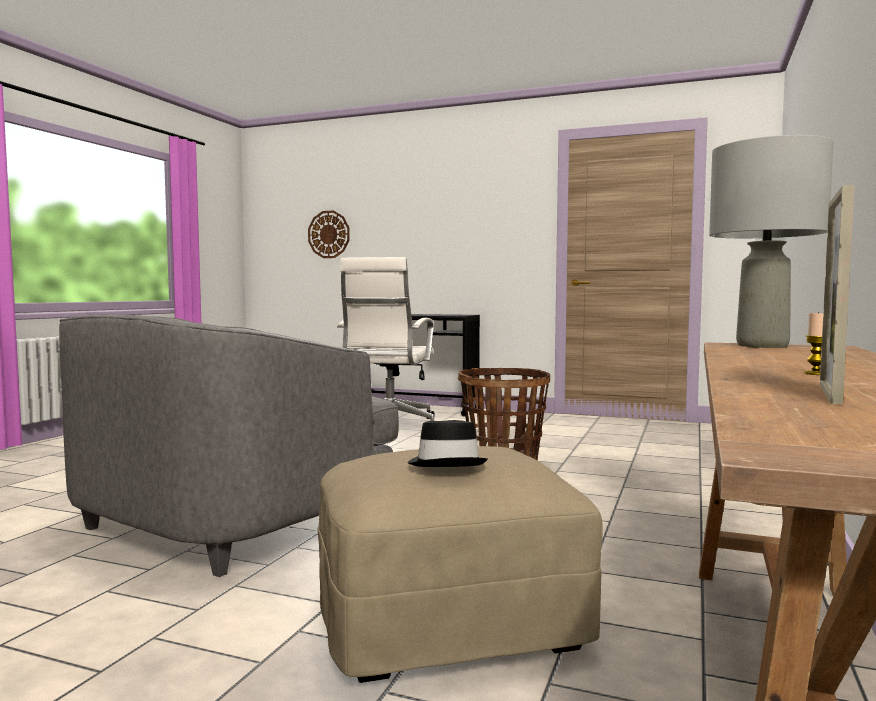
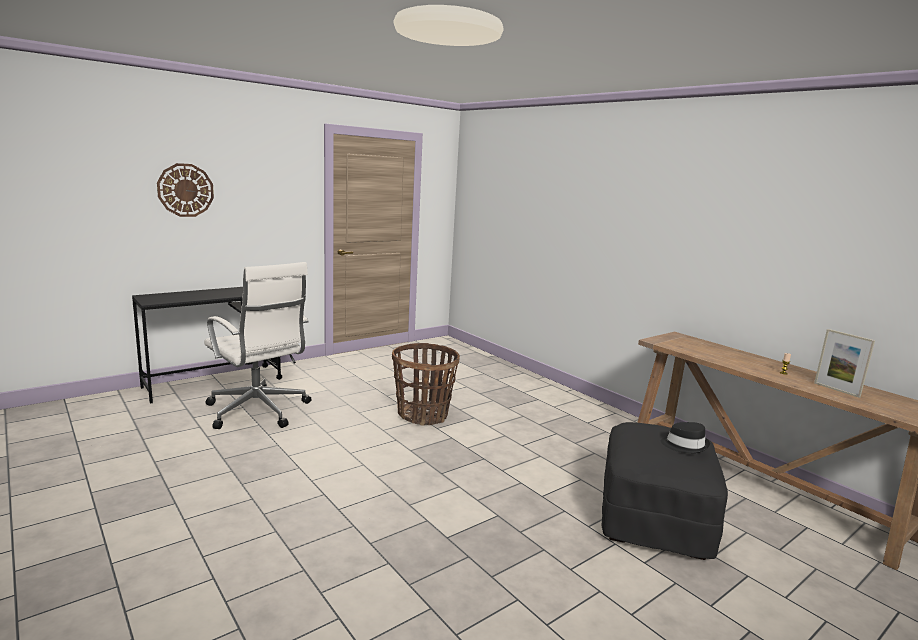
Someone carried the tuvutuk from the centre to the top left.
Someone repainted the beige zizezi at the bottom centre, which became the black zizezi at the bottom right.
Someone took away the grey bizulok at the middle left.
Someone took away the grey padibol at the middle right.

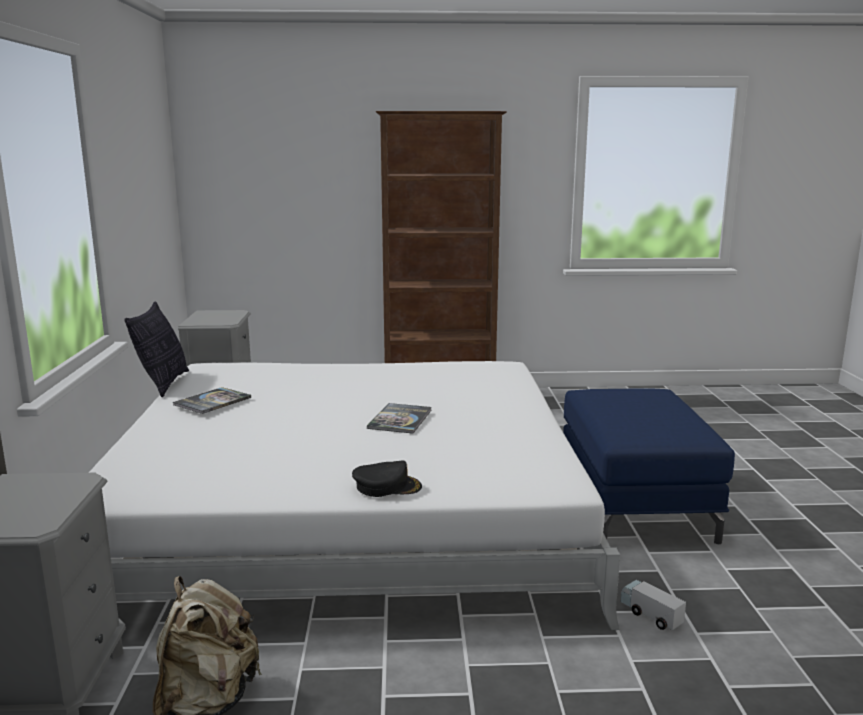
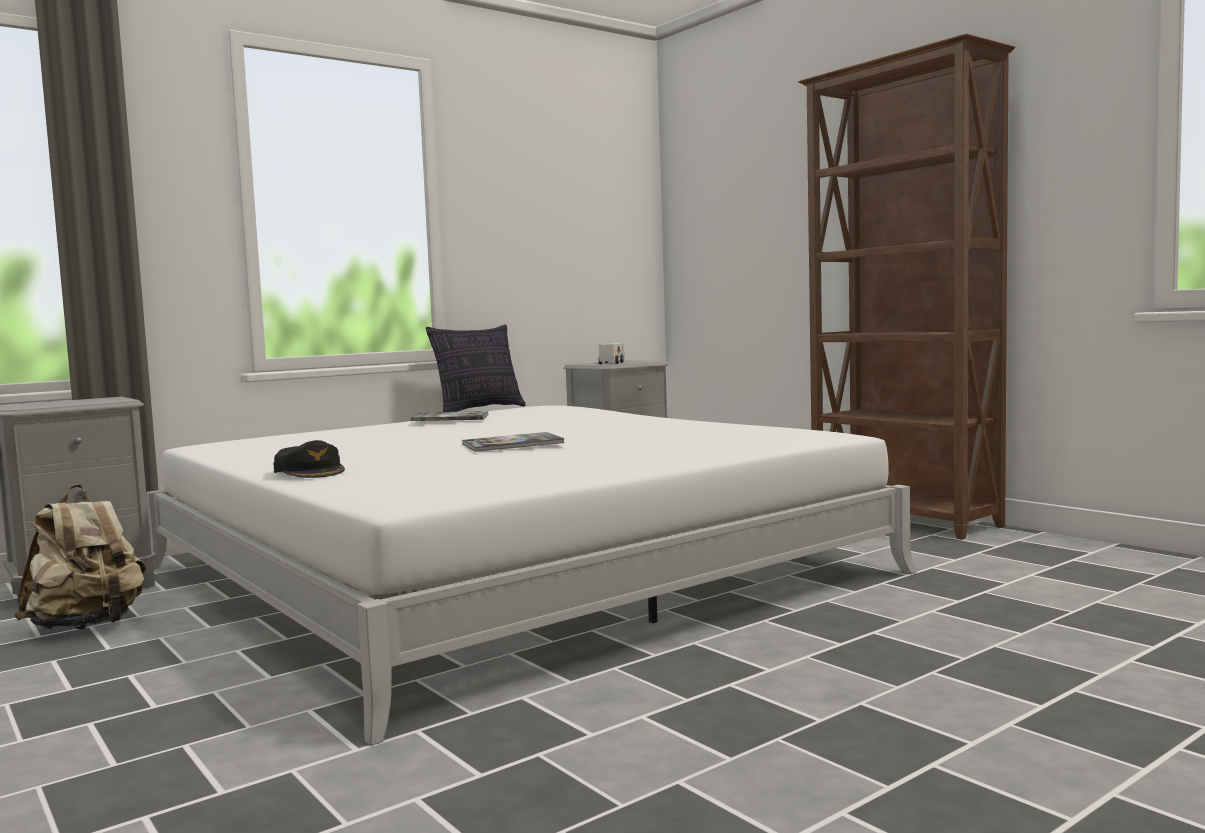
Someone carried the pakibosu from the bottom right to the centre.
Someone took away the blue zizezi at the middle right.

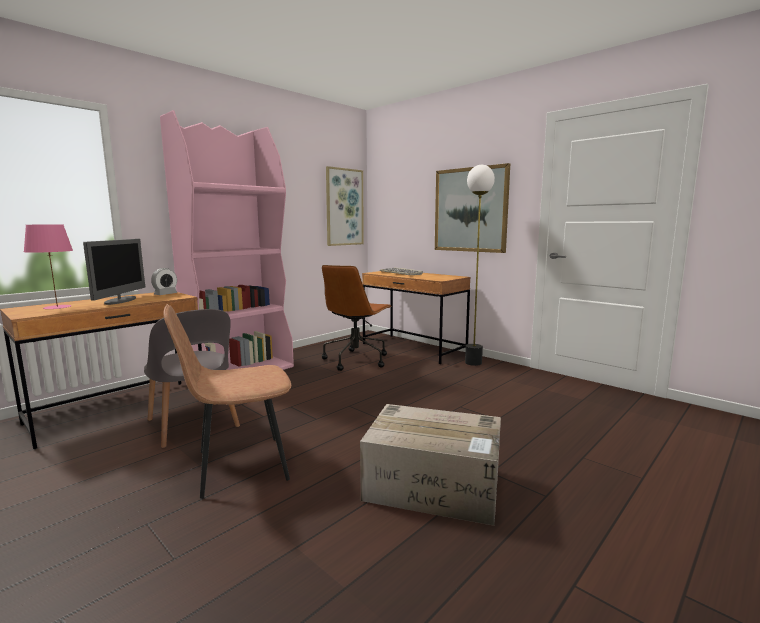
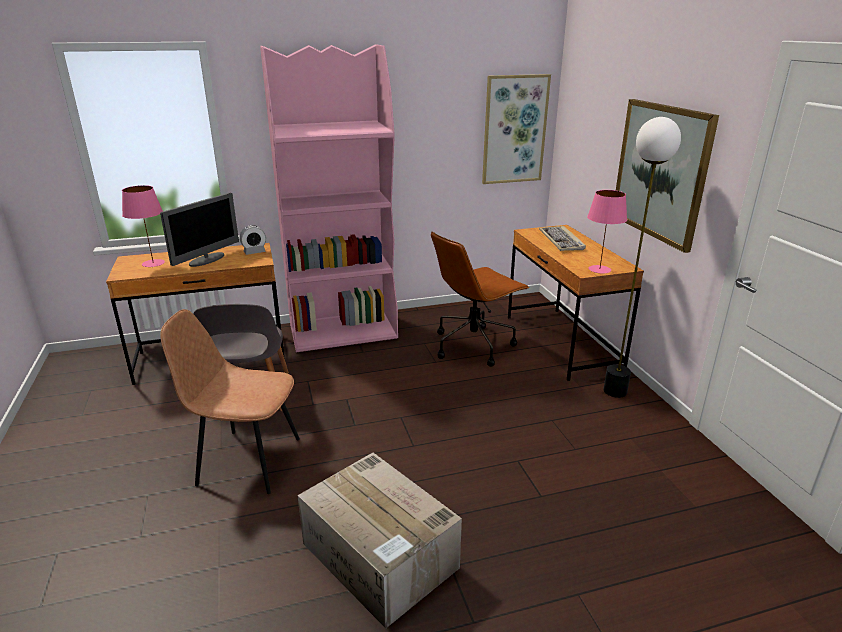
Someone put down the pink padibol (2nd from left) at the middle right.

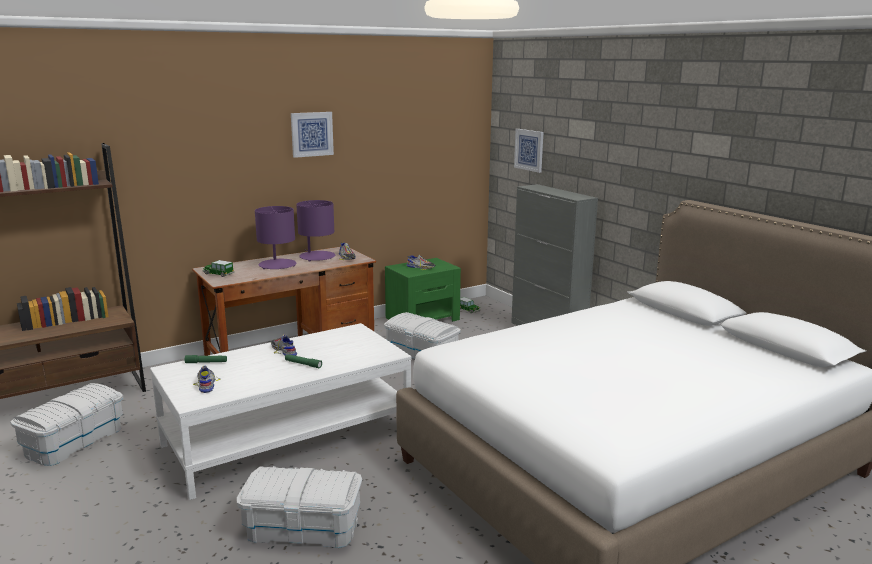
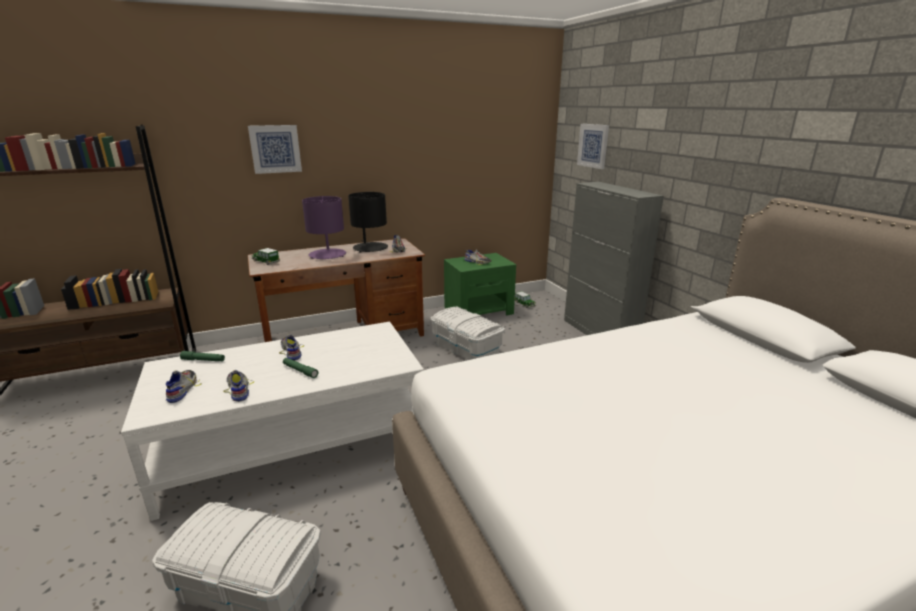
Someone put down the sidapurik (2nd from left) at the middle left.
Someone carried the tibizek (1st from left) from the top centre to the top left.
Someone repainted the purple padibol (2nd from left) at the centre, which became the black padibol at the centre.
Someone took away the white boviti (1st from left) at the bottom left.

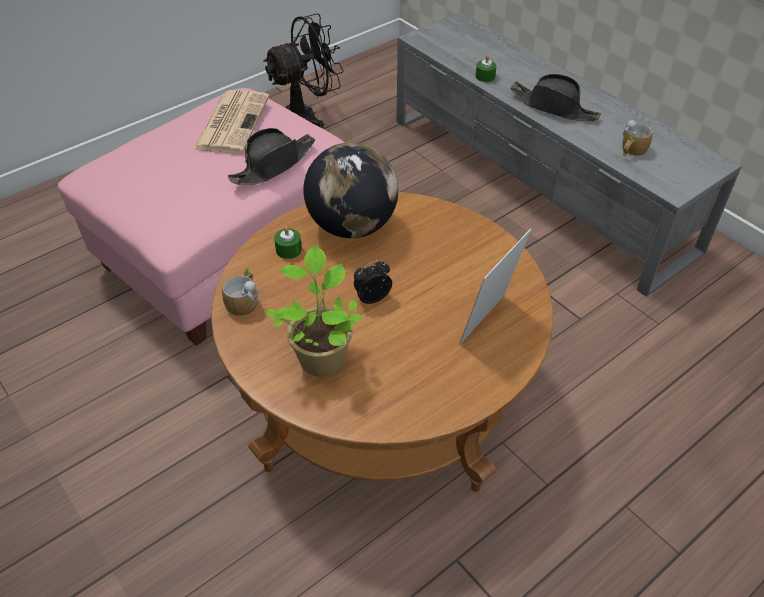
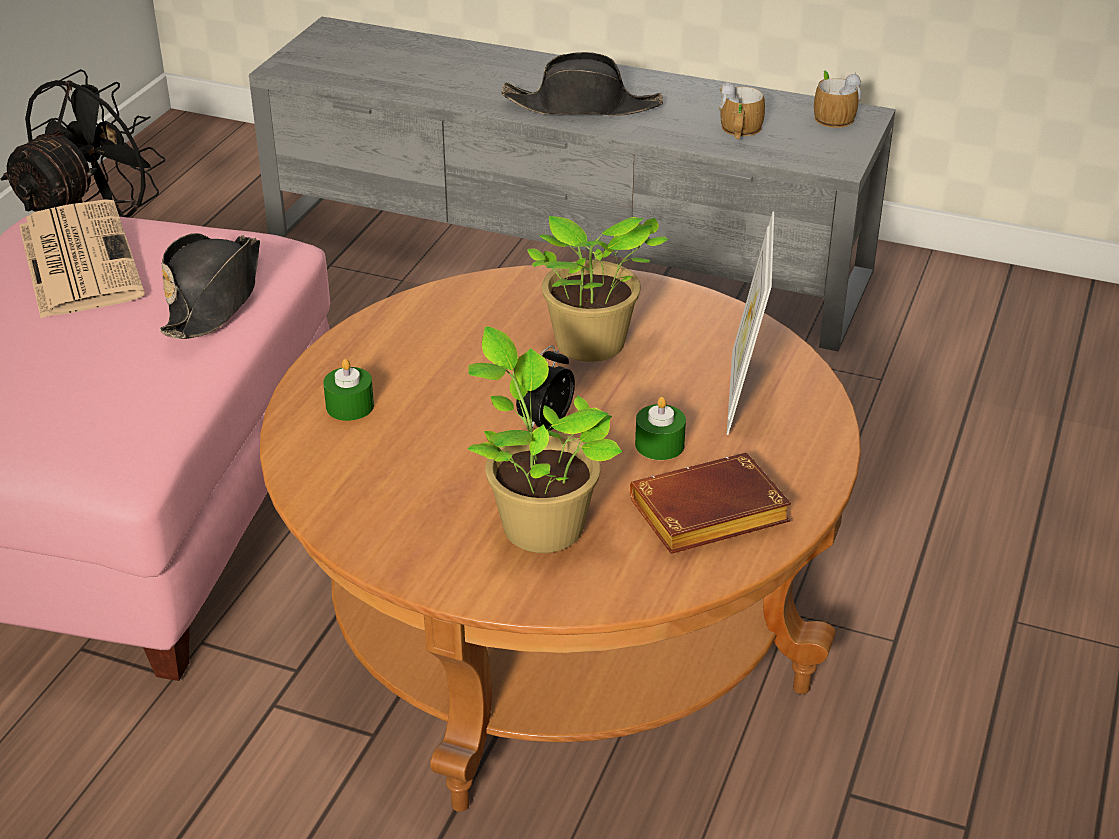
Someone put down the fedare (2nd from left) at the centre.
Someone put down the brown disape at the centre.
Someone carried the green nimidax (2nd from left) from the top centre to the centre.
Someone carried the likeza (1st from left in the first image) from the middle left to the top right.
Someone took away the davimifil at the top centre.

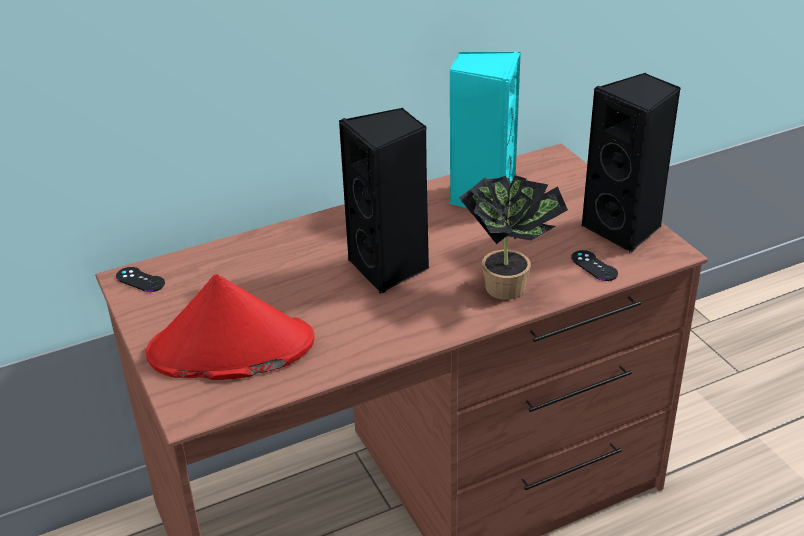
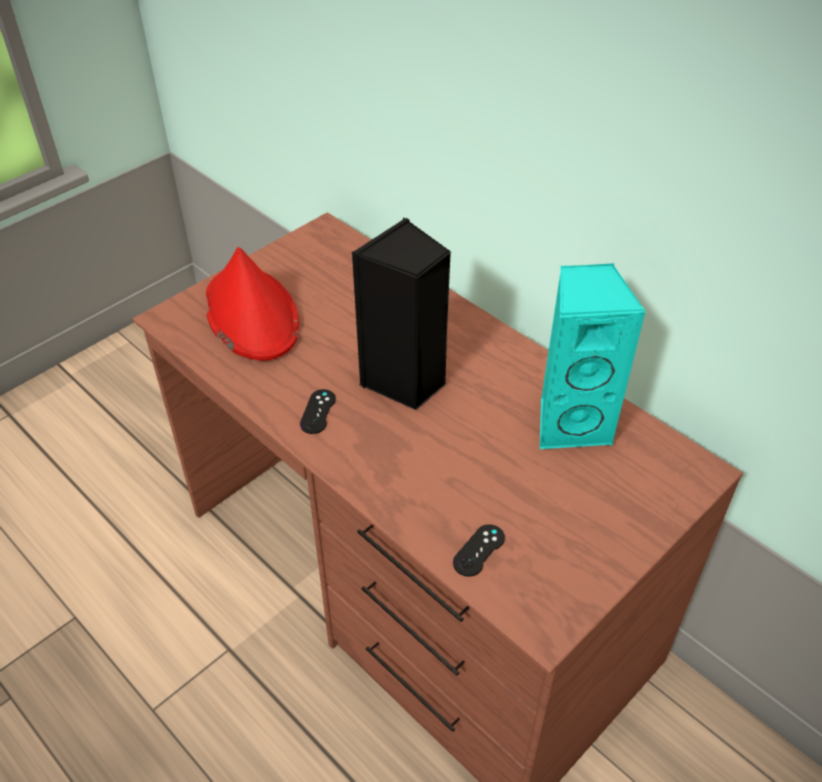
Someone carried the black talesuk (1st from left) from the middle left to the centre.
Someone took away the fedare at the centre.
Someone took away the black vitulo (2nd from left) at the top right.

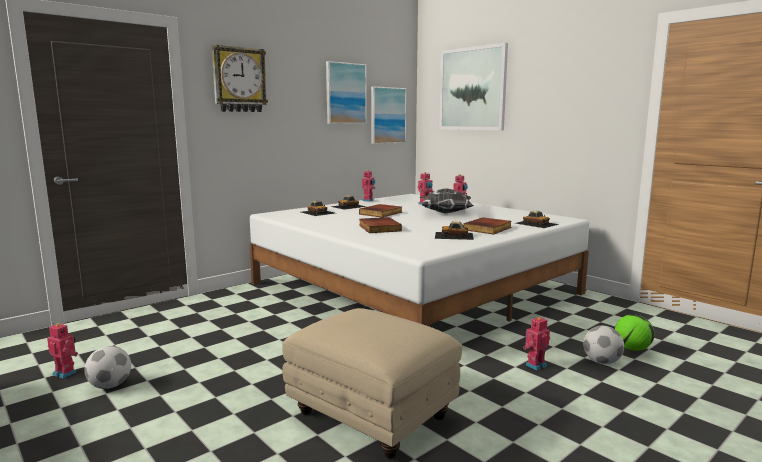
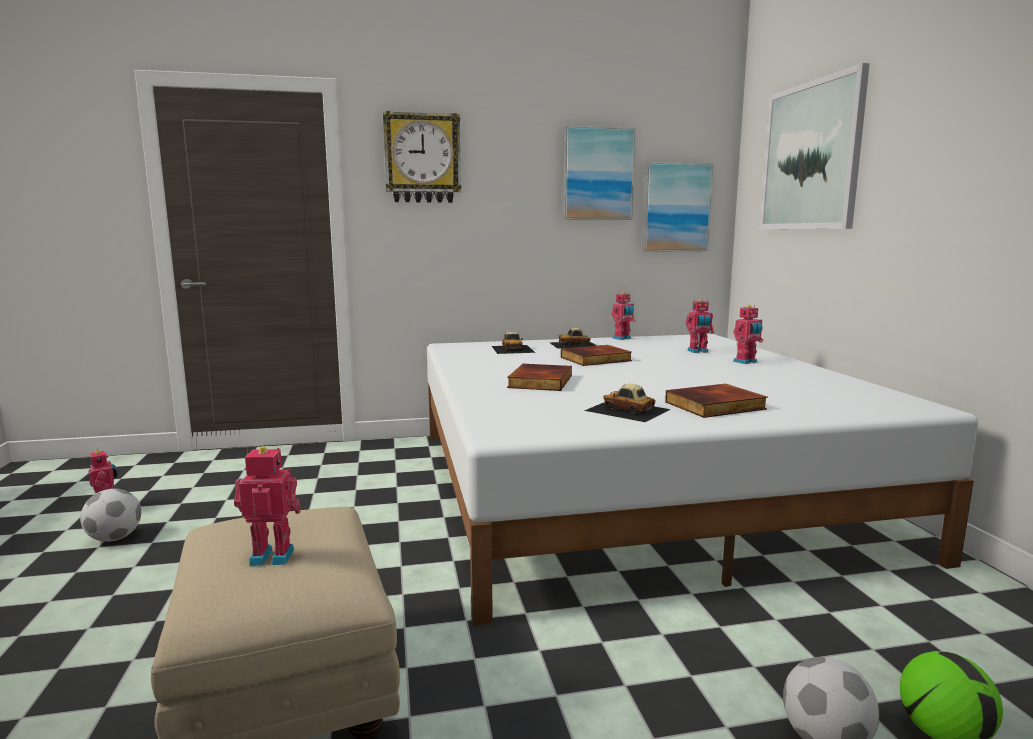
Someone carried the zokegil (5th from left in the first image) from the bottom right to the bottom left.
Someone took away the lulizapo at the centre.
Someone took away the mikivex (4th from left) at the middle right.

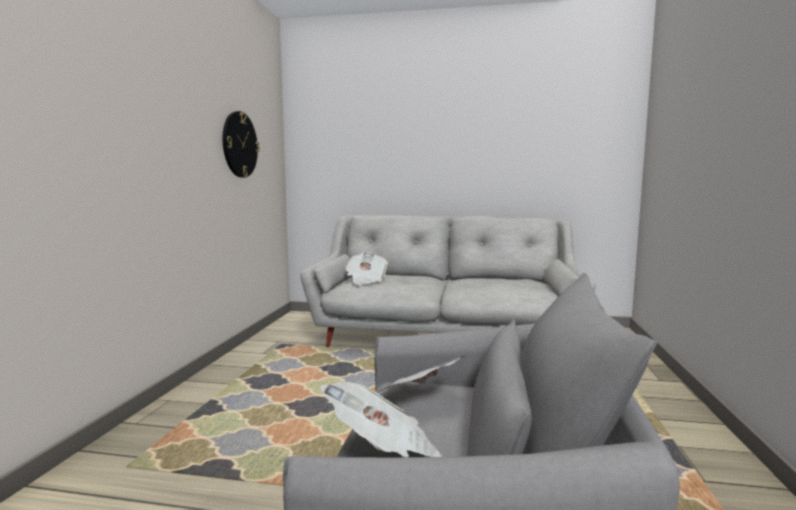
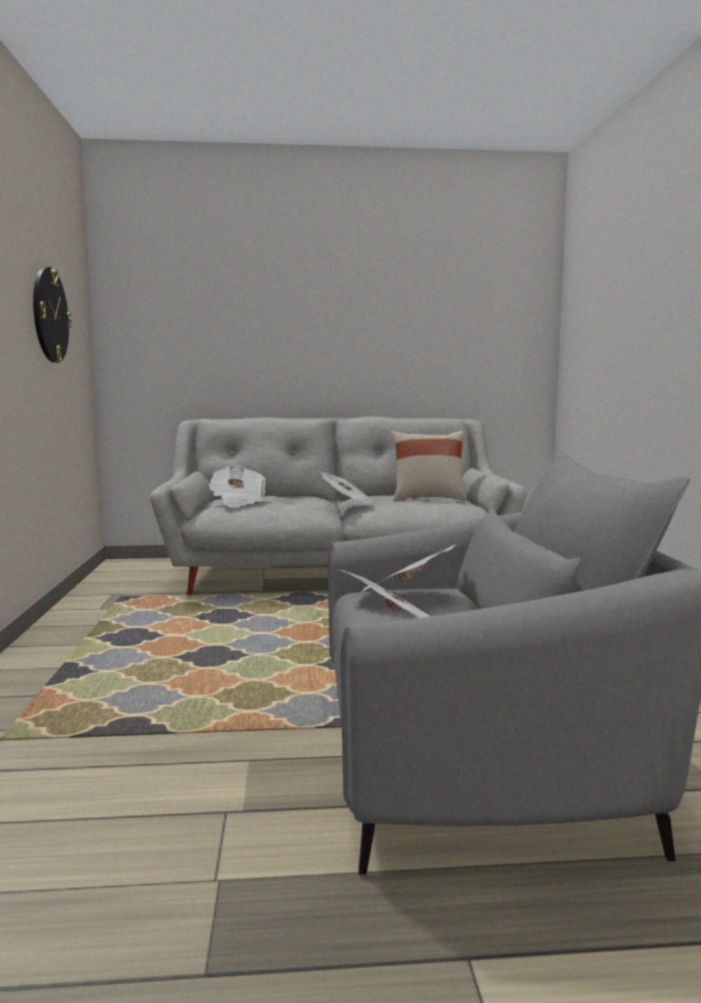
Someone put down the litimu (2nd from left) at the centre.
Someone put down the beige lulizapo at the centre.

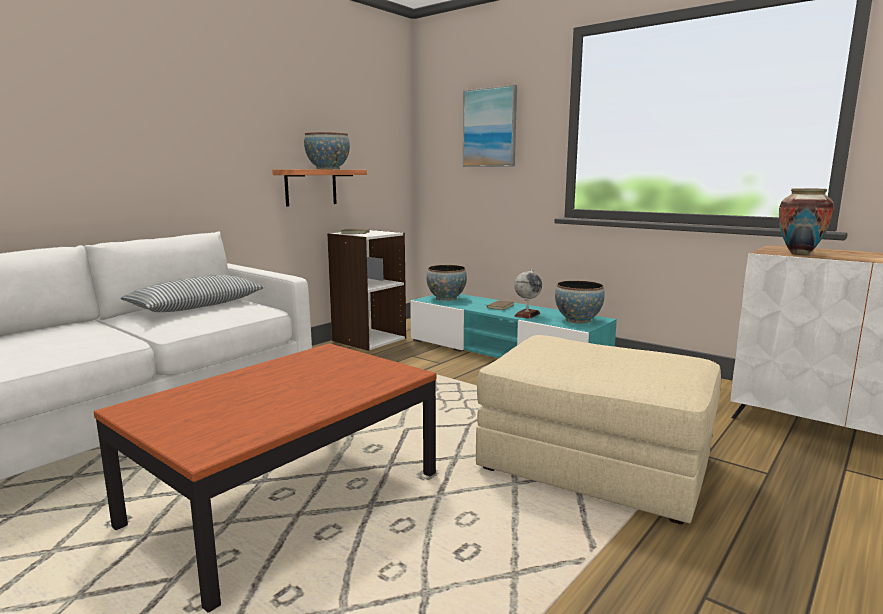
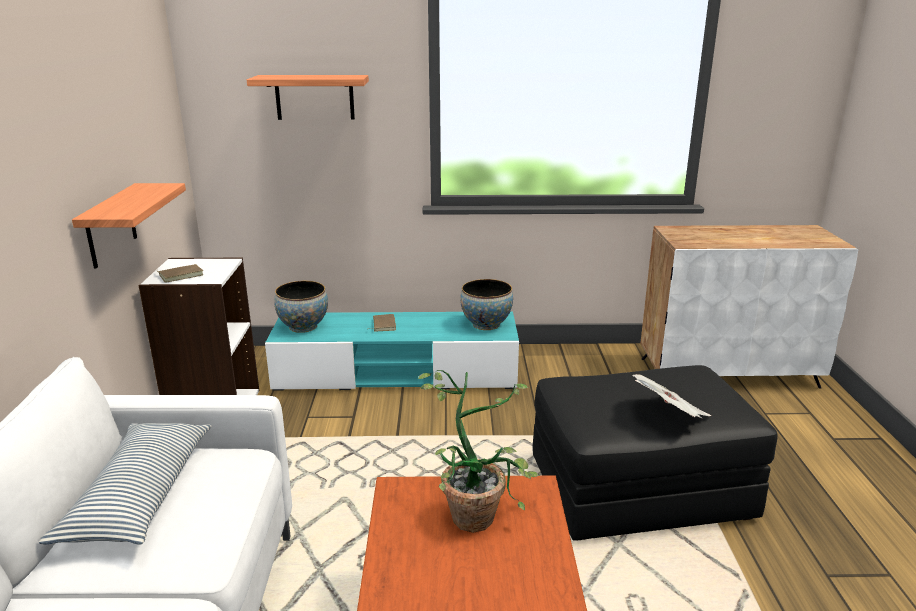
Someone swapped the tibizek at the top centre for the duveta (2nd from left) at the top centre.
Someone put down the fedare at the bottom centre.
Someone repainted the beige zizezi at the bottom right, which became the black zizezi at the bottom right.
Someone put down the litimu at the middle right.
Someone took away the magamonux (1st from left) at the top centre.
Someone took away the davimifil at the centre.
Someone took away the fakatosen at the middle right.

